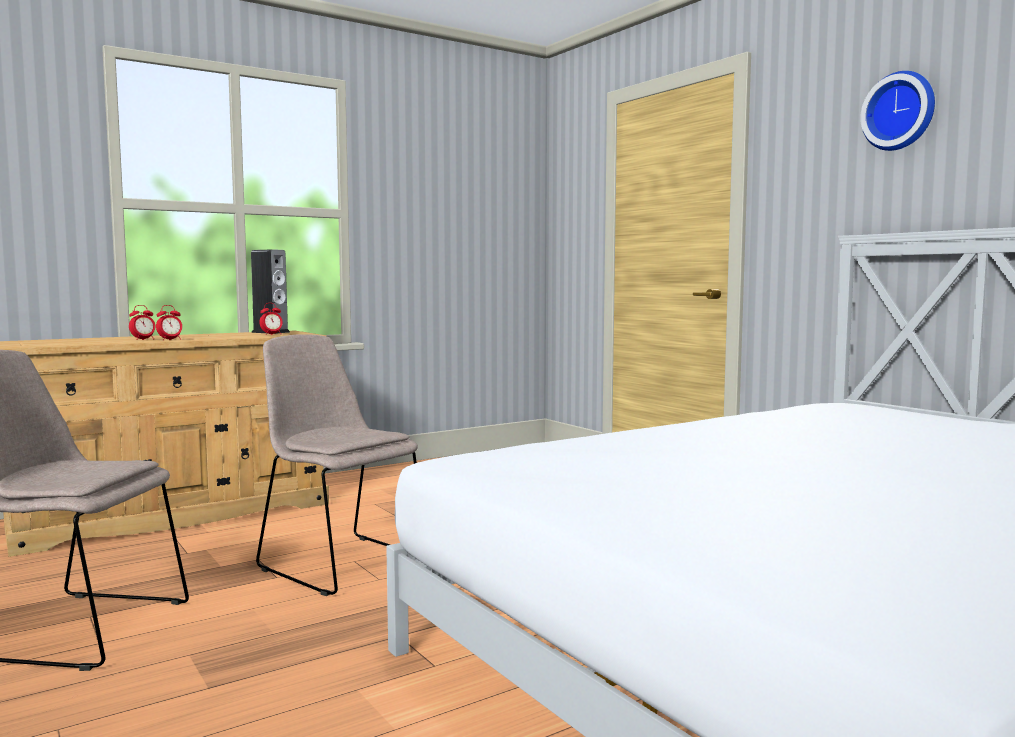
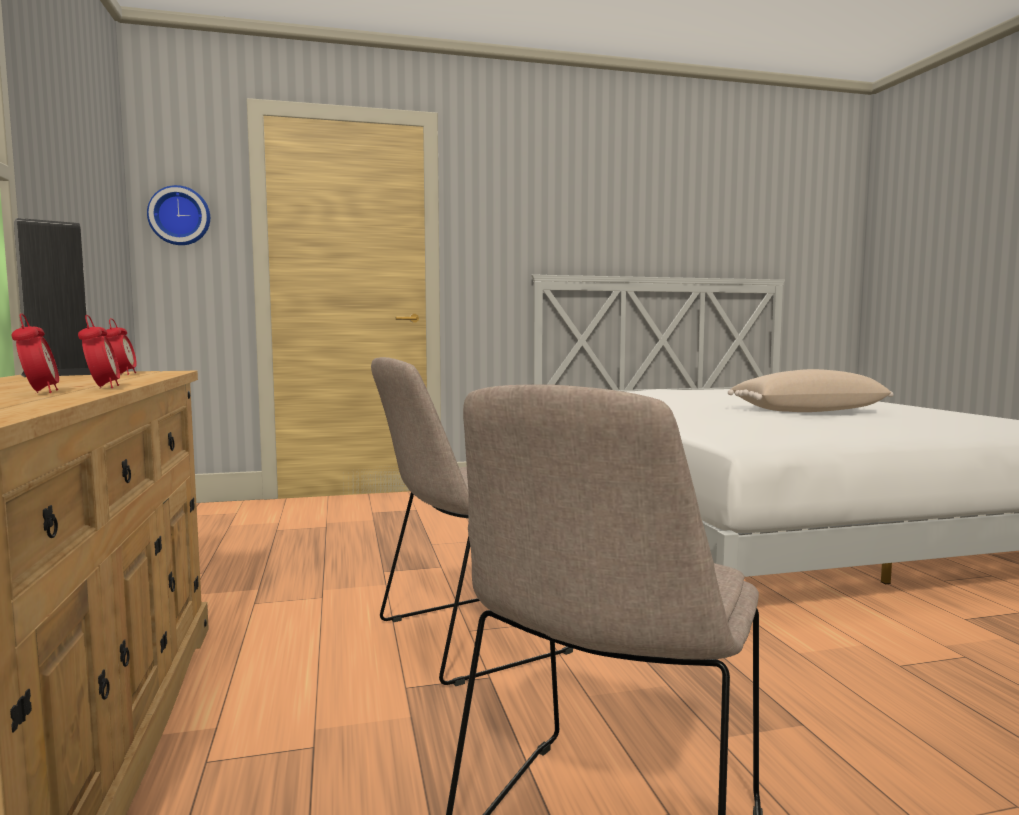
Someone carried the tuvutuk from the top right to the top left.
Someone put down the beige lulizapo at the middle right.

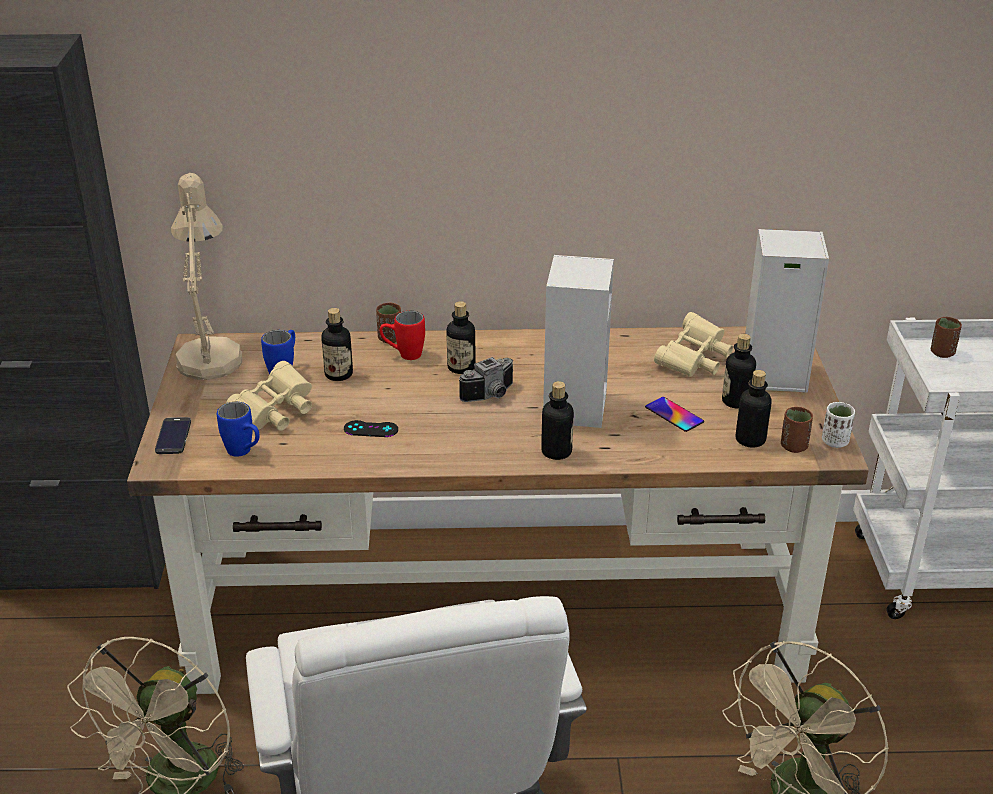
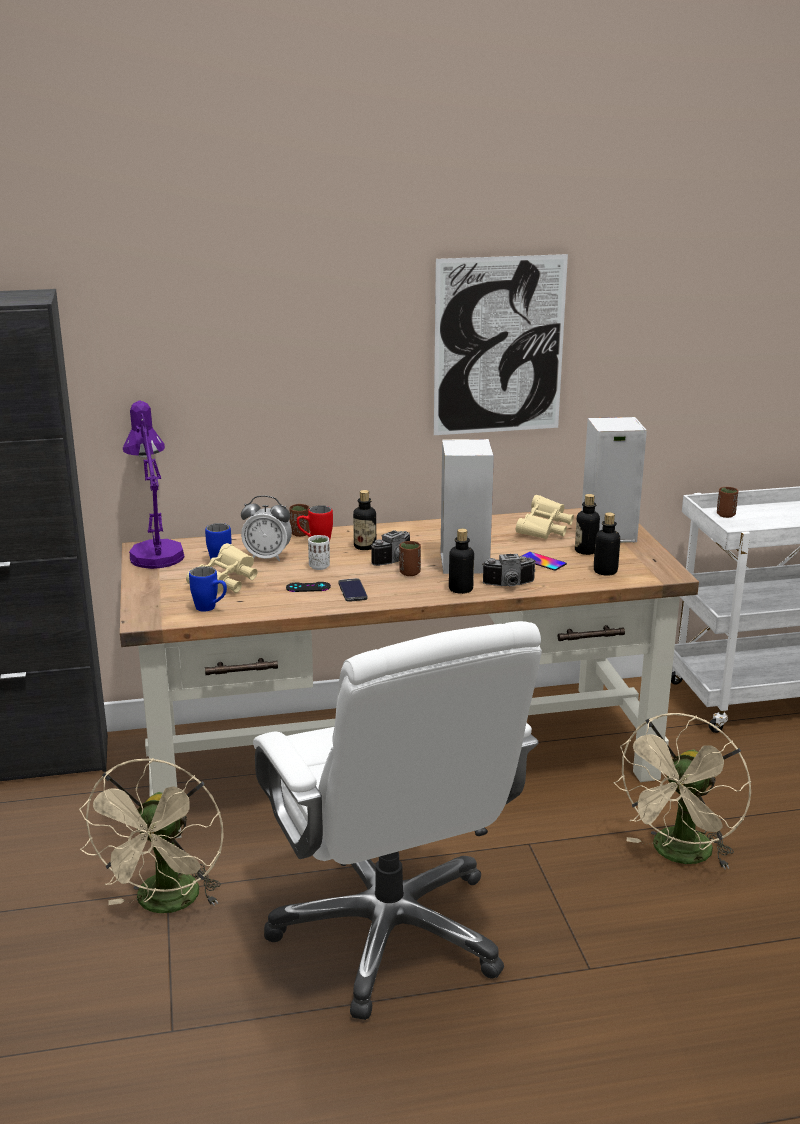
Someone repainted the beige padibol at the middle left, which became the purple padibol at the middle left.
Someone swapped the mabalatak (1st from left) at the centre for the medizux at the middle left.
Someone carried the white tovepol from the middle right to the centre.
Someone carried the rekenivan (1st from left) from the middle left to the centre.
Someone carried the brown tovepol (2nd from left) from the middle right to the centre.
Someone put up the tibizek at the top centre.
Someone put down the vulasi (2nd from left) at the centre.

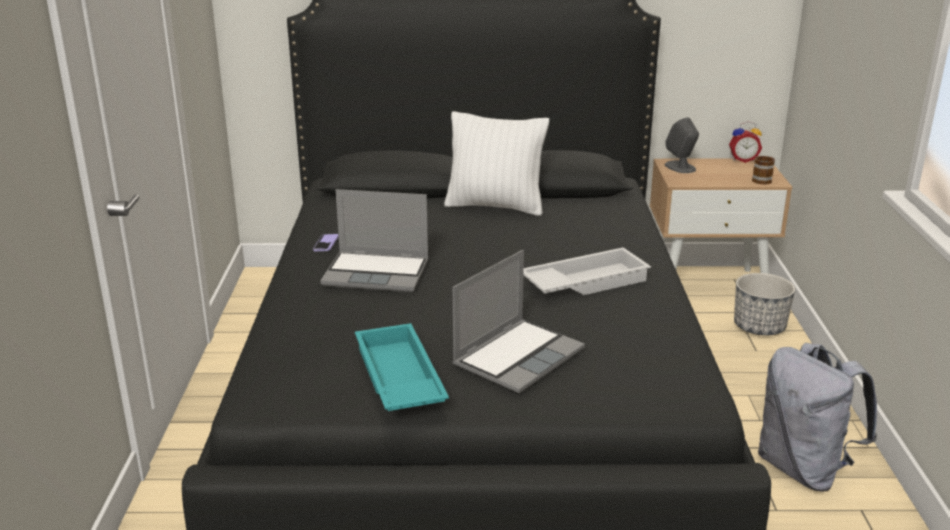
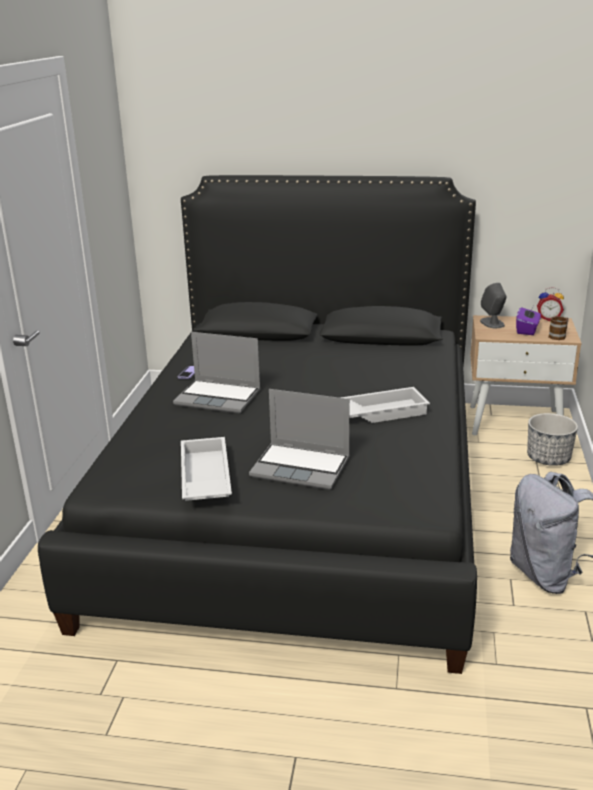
Someone repainted the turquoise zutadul at the bottom centre, which became the white zutadul (1st from left) at the centre.
Someone rotated the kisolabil (2nd from left) at the centre by 60 degrees clockwise.
Someone put down the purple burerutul at the middle right.
Someone took away the white lulizapo at the top centre.

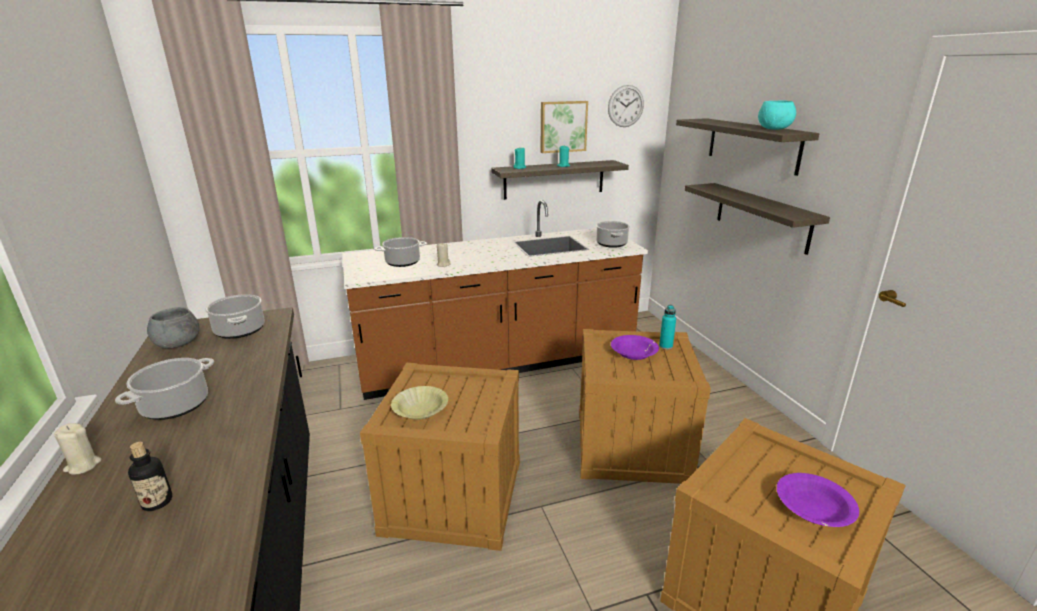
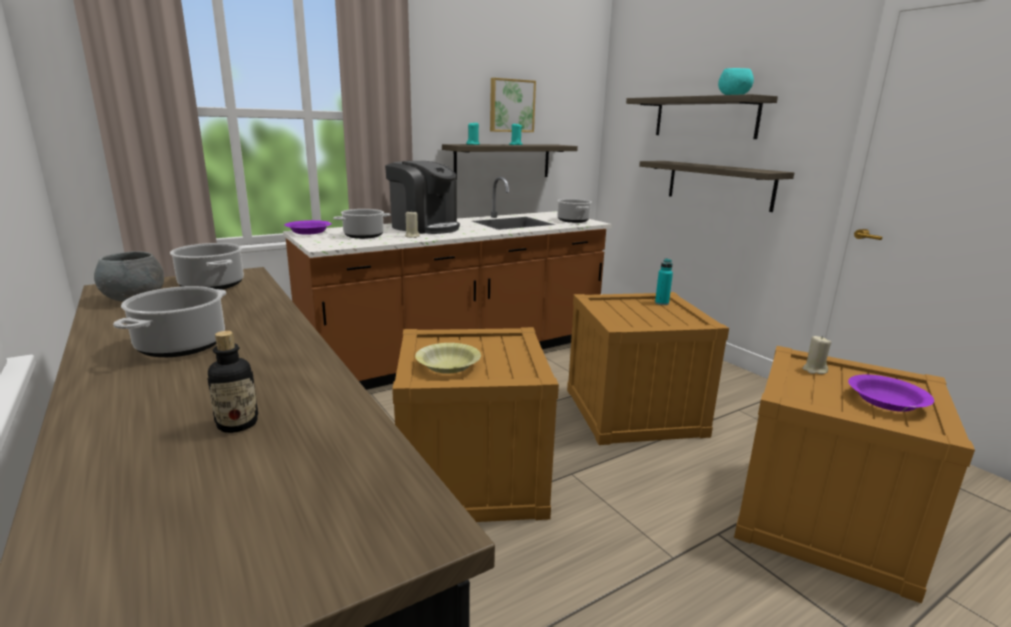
Someone carried the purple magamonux (1st from left) from the centre to the middle left.
Someone put down the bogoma at the top centre.
Someone carried the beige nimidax (1st from left in the first image) from the bottom left to the middle right.
Someone took away the tuvutuk at the top centre.

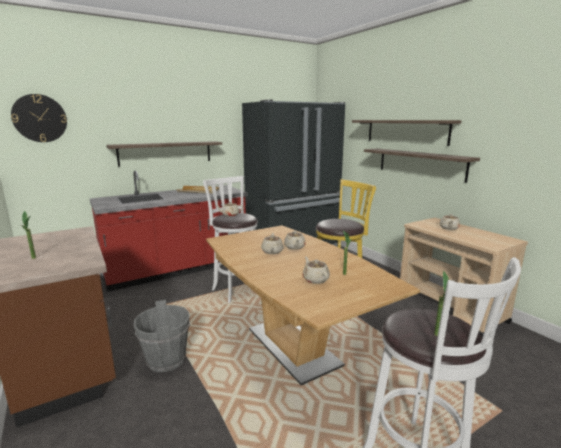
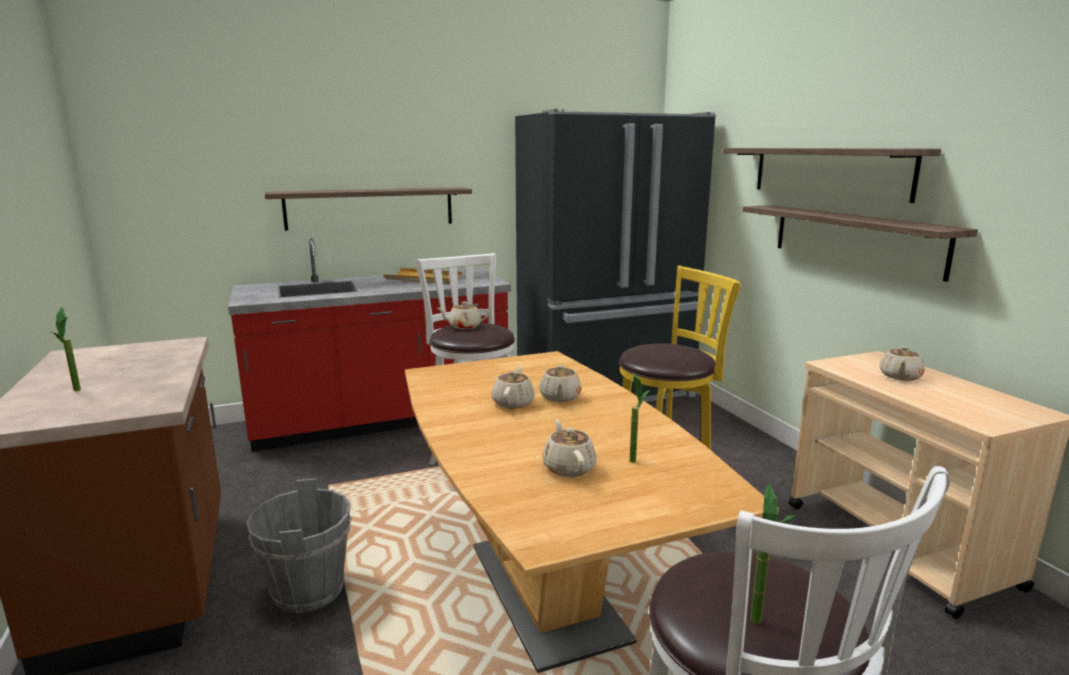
Someone took away the tuvutuk at the top left.

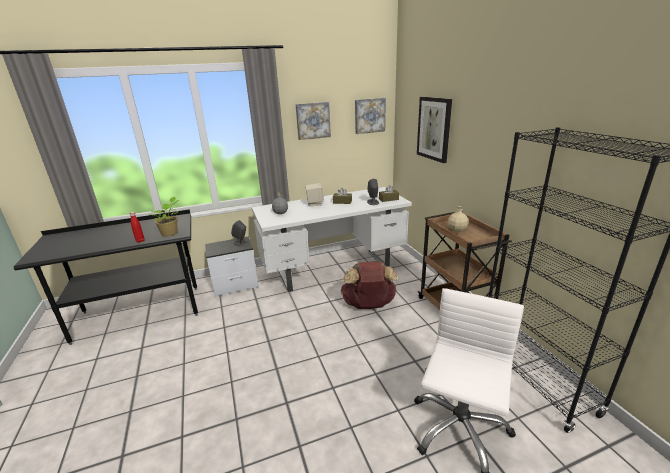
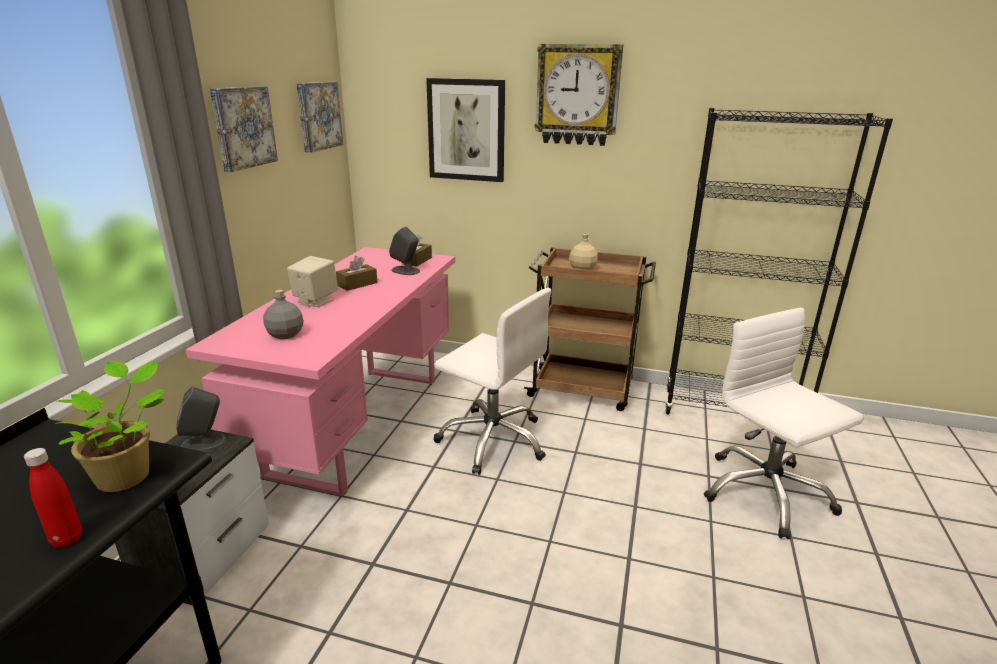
Someone repainted the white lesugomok at the centre, which became the pink lesugomok at the middle left.
Someone swapped the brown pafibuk at the centre for the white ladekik (1st from left) at the centre.
Someone put up the tuvutuk at the top centre.

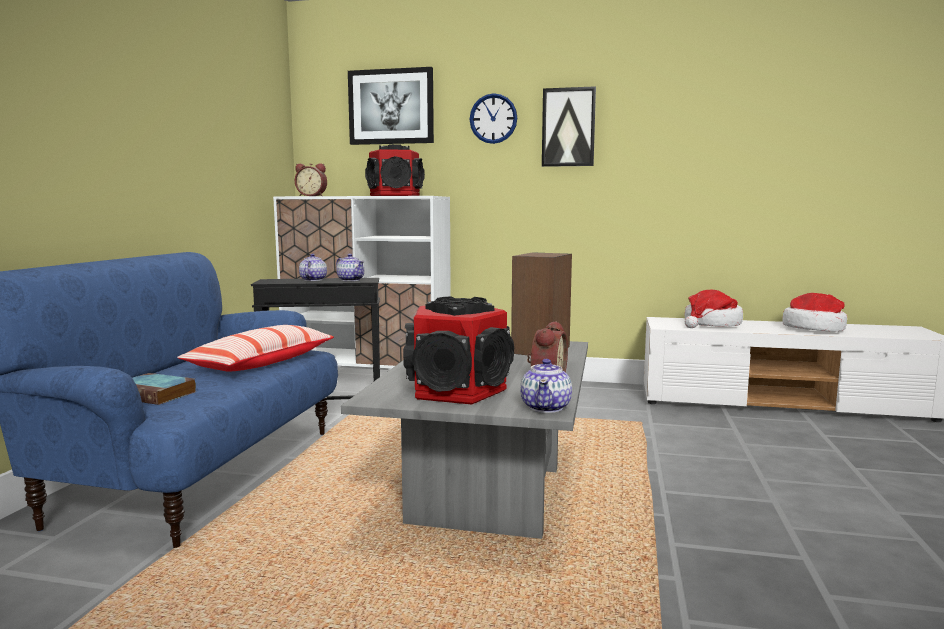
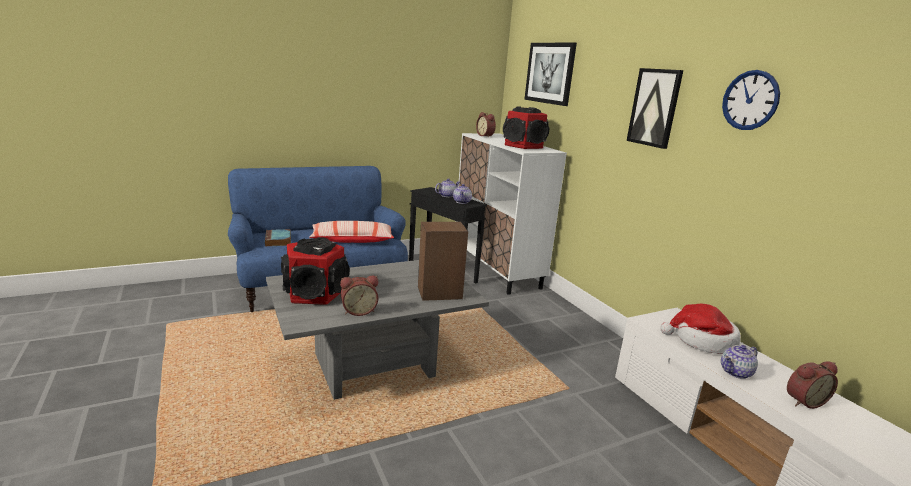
Someone carried the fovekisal (3rd from left) from the centre to the bottom right.
Someone carried the tuvutuk from the top centre to the top right.
Someone swapped the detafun (2nd from left) at the middle right for the medizux (3rd from left) at the bottom right.

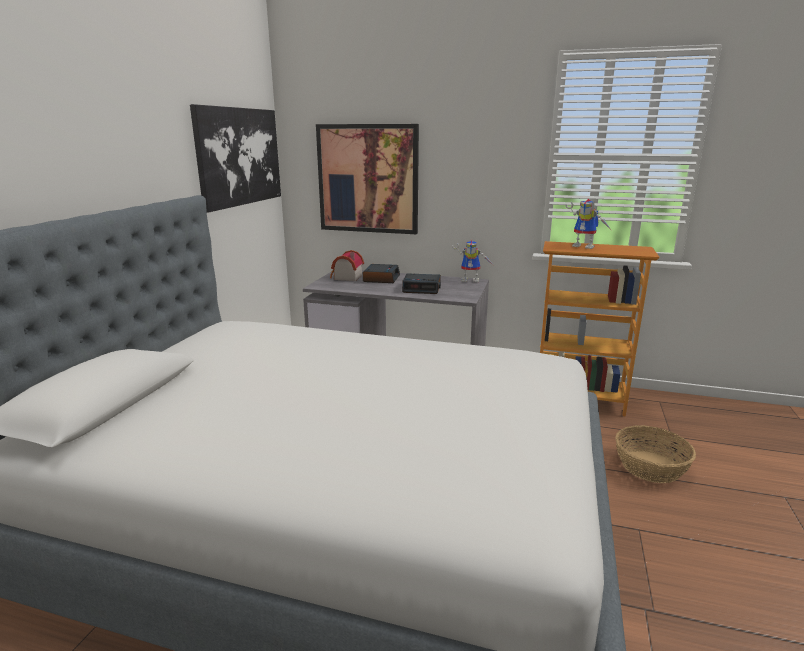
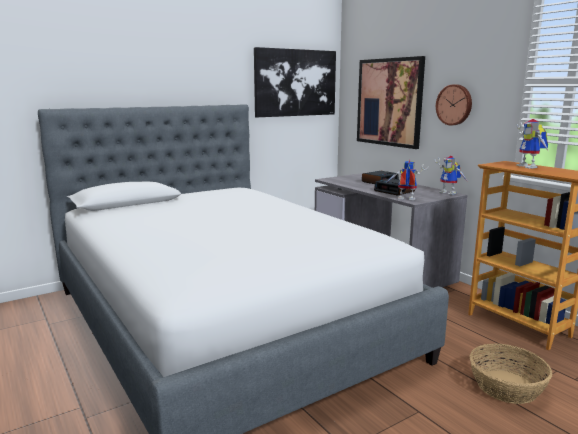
Someone put down the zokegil (1st from left) at the middle right.
Someone put up the tuvutuk at the top right.
Someone took away the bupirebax at the centre.

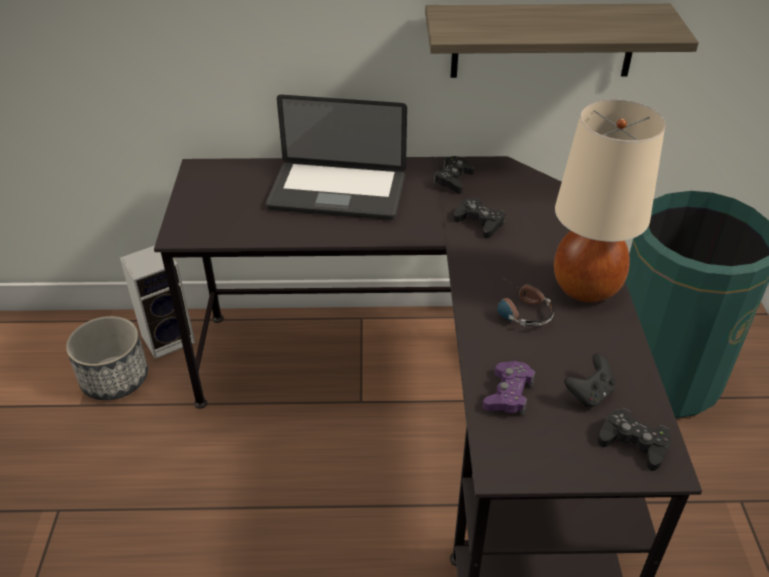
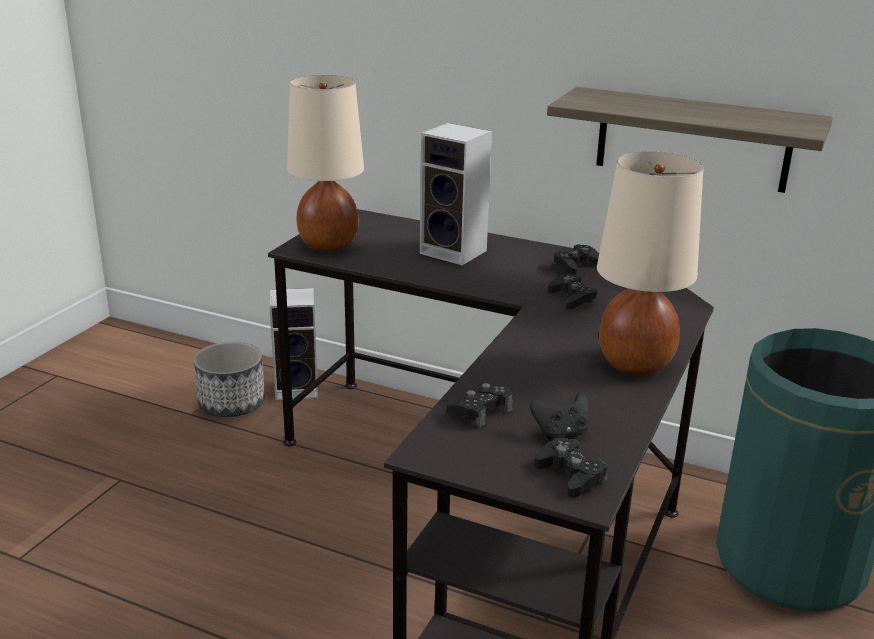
Someone put down the beige padibol (1st from left) at the top centre.
Someone swapped the kisolabil at the top centre for the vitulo (2nd from left) at the top centre.
Someone repainted the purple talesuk at the bottom centre, which became the black talesuk (1st from left) at the centre.
Someone took away the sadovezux at the middle right.

